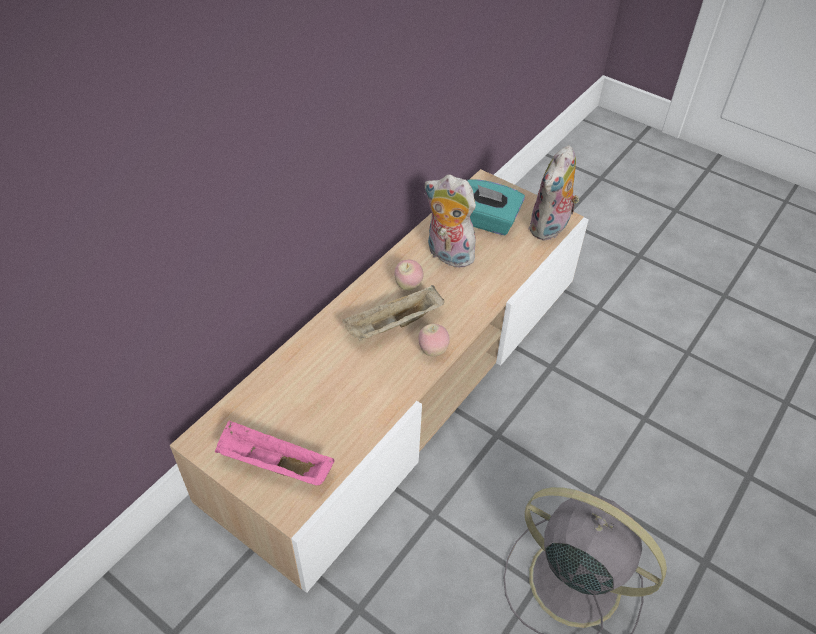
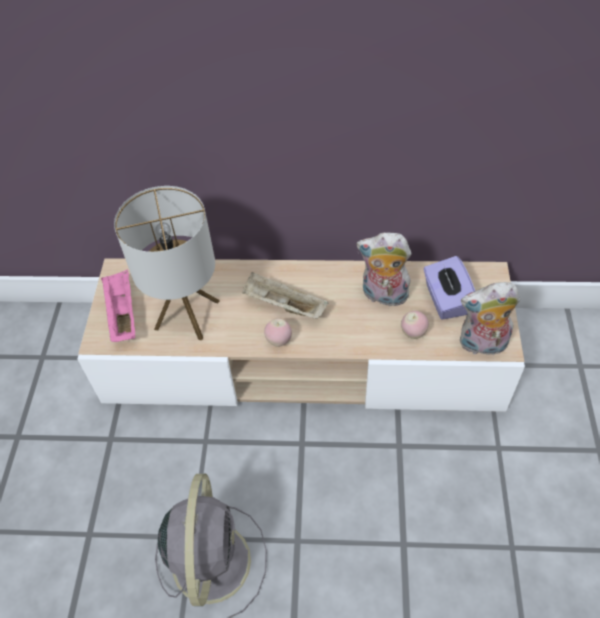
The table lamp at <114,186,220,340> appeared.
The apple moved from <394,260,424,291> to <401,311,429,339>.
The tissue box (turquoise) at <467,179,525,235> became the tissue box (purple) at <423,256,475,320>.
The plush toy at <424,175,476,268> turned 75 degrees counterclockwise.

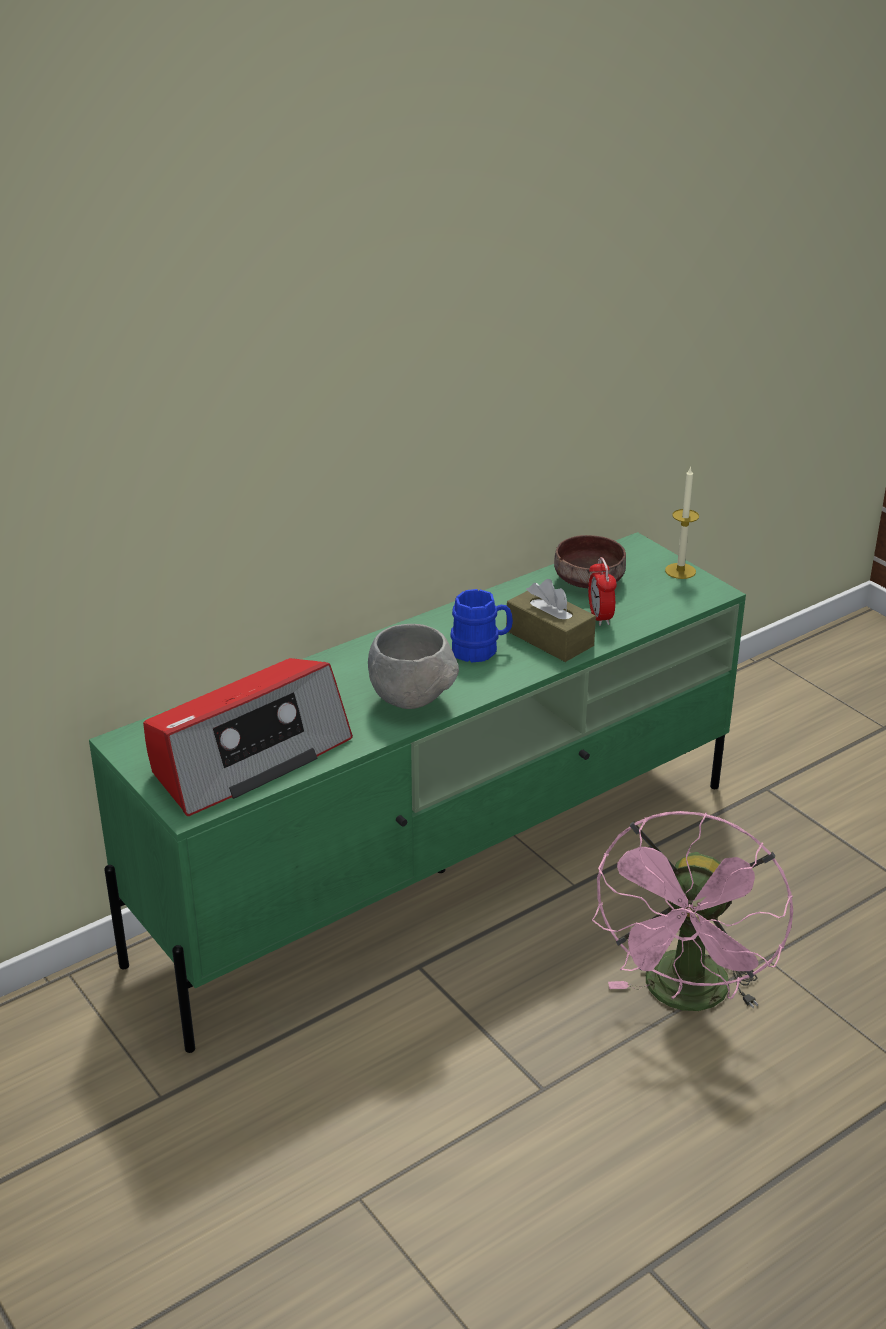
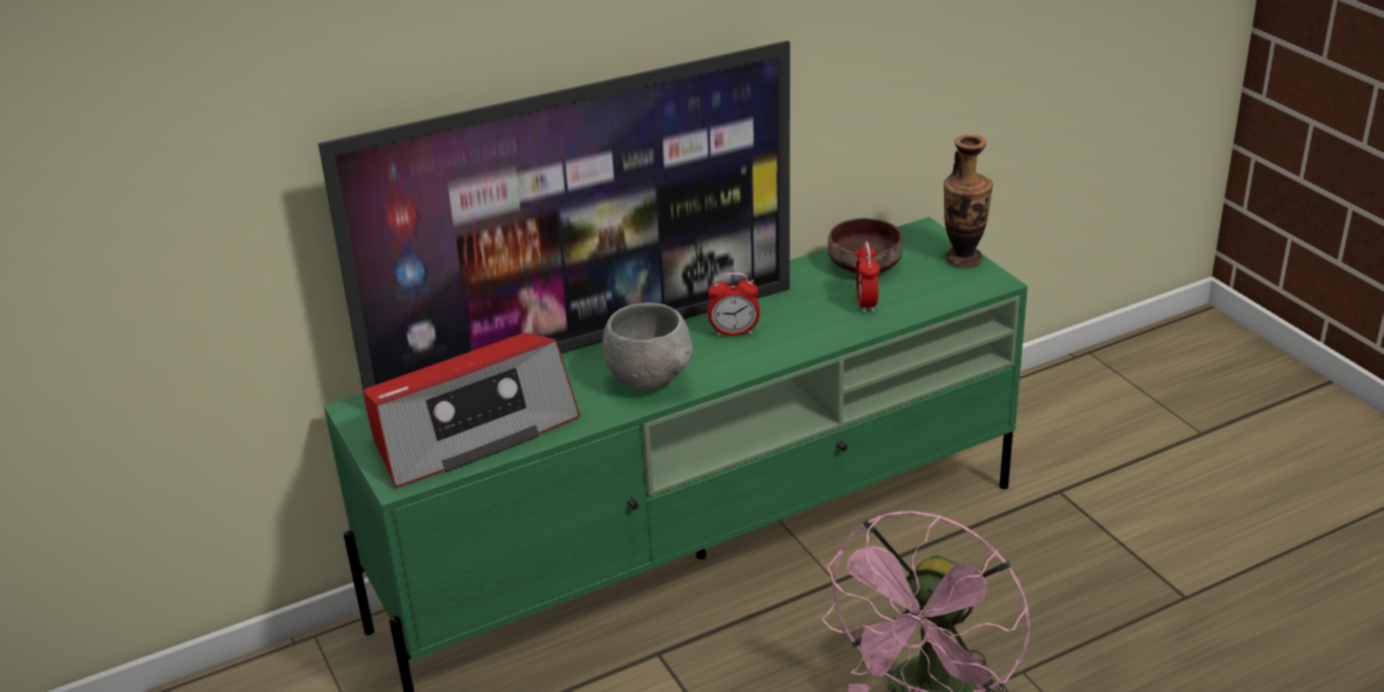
The tissue box (brown) at <506,579,596,662> disappeared.
The television at <318,40,790,400> appeared.
The mug (blue) at <450,589,513,663> was replaced by the alarm clock at <708,273,760,336>.
The candle at <665,466,699,579> was replaced by the vase at <944,135,993,267>.

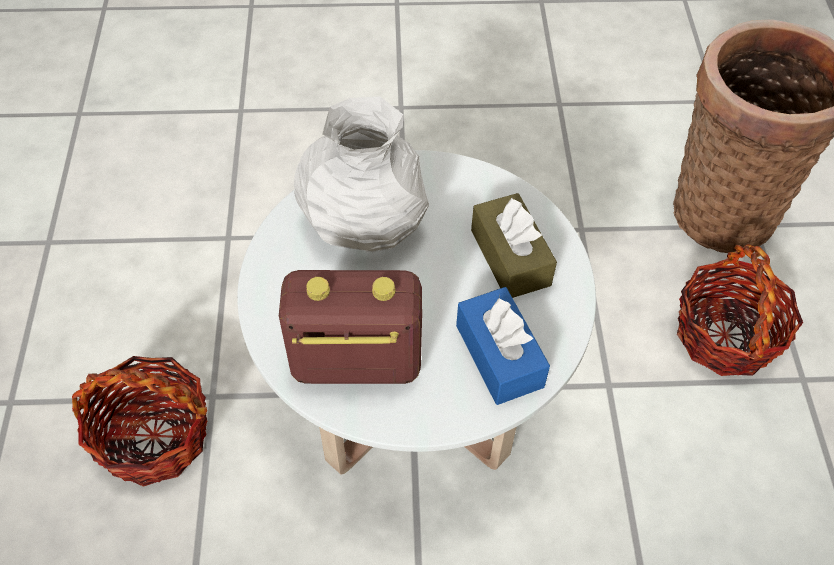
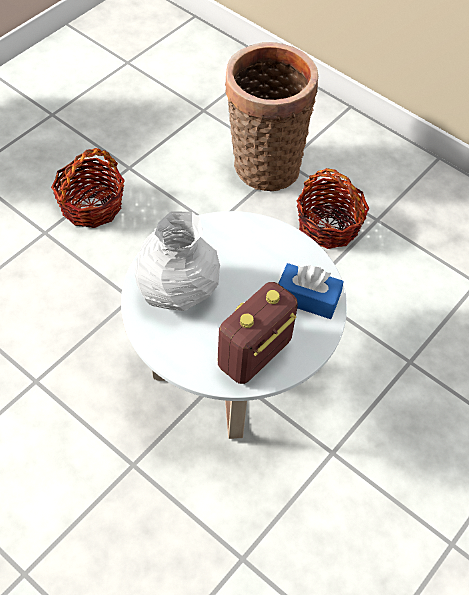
The tissue box (brown) at <471,193,557,298> disappeared.
The basket moved from <72,356,207,487> to <51,148,125,228>.

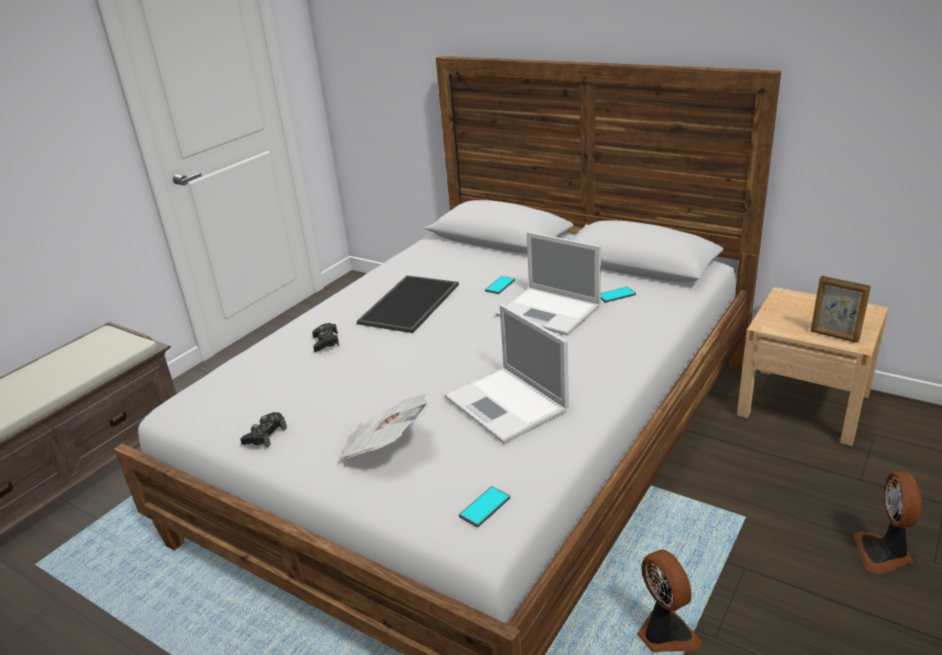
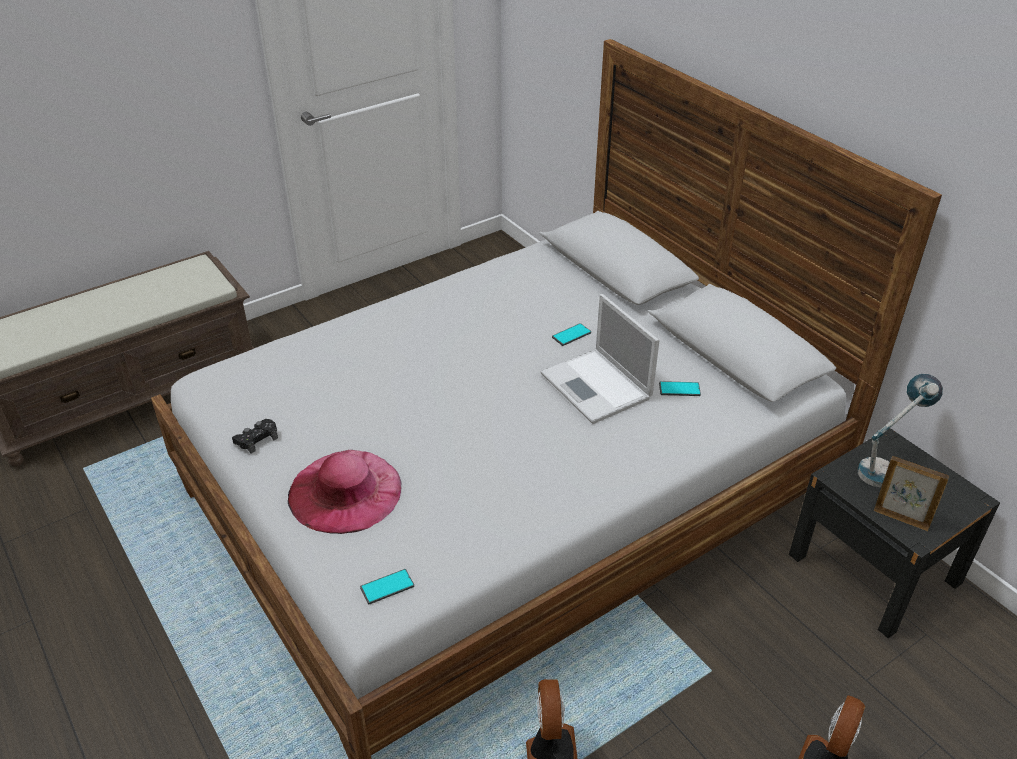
The game controller (black) at <312,323,340,352> disappeared.
The tray at <357,275,459,333> disappeared.
The laptop at <444,304,569,444> disappeared.
The table lamp at <858,374,943,488> appeared.
The newspaper at <339,394,428,459> was replaced by the hat (pink) at <288,450,401,534>.
The nightstand (beige) at <737,287,888,446> became the nightstand (black) at <789,428,1000,638>.
The picture frame at <811,276,871,343> turned 150 degrees clockwise.

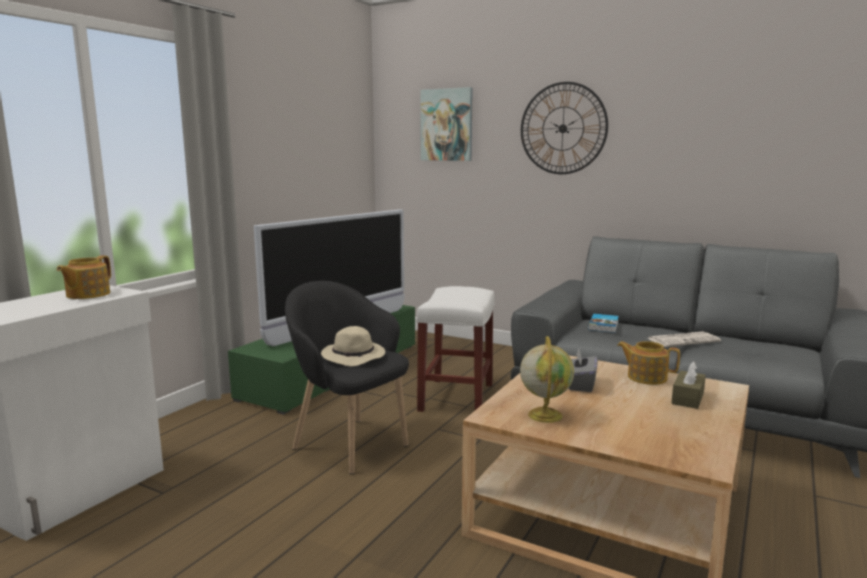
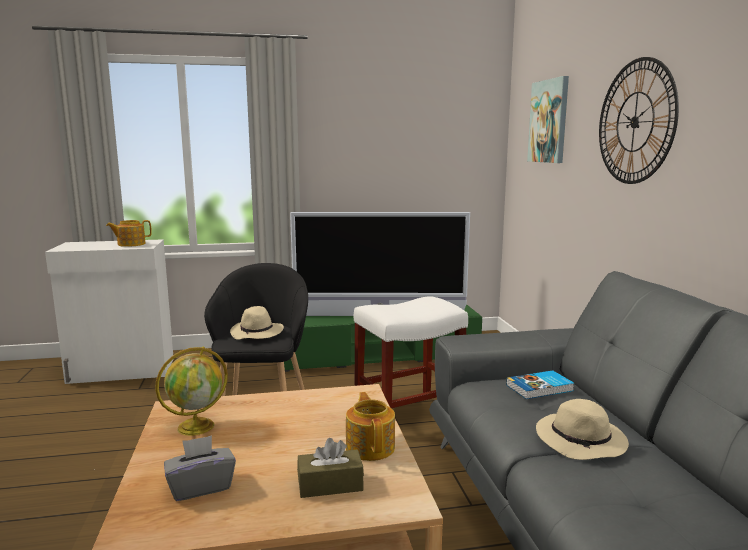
The tissue box (grey) moved from <569,349,598,392> to <164,435,236,501>.
The newspaper at <647,331,721,347> was replaced by the hat (beige) at <536,399,629,460>.

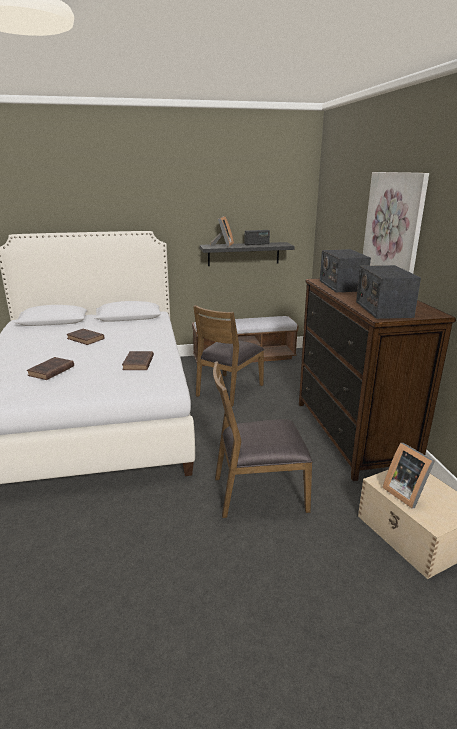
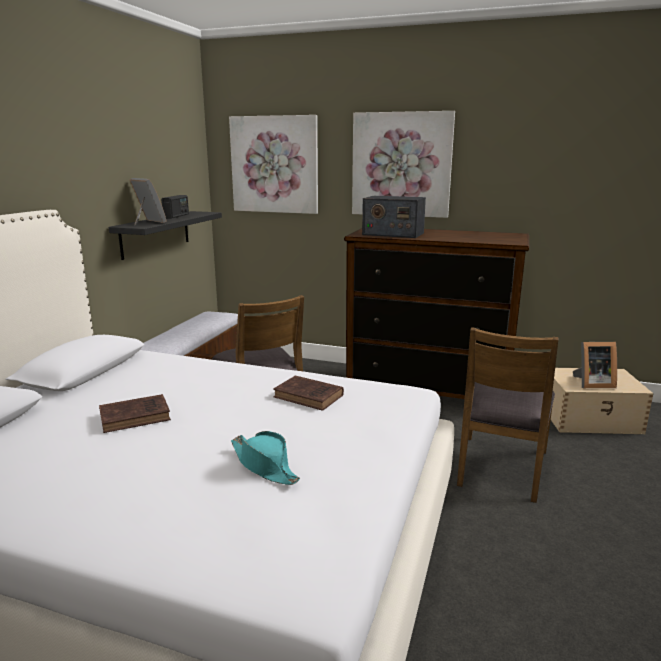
The radio at <356,265,421,319> disappeared.
The picture at <229,115,318,214> appeared.
The book (brown) at <27,357,74,380> was replaced by the hat (turquoise) at <231,431,300,485>.

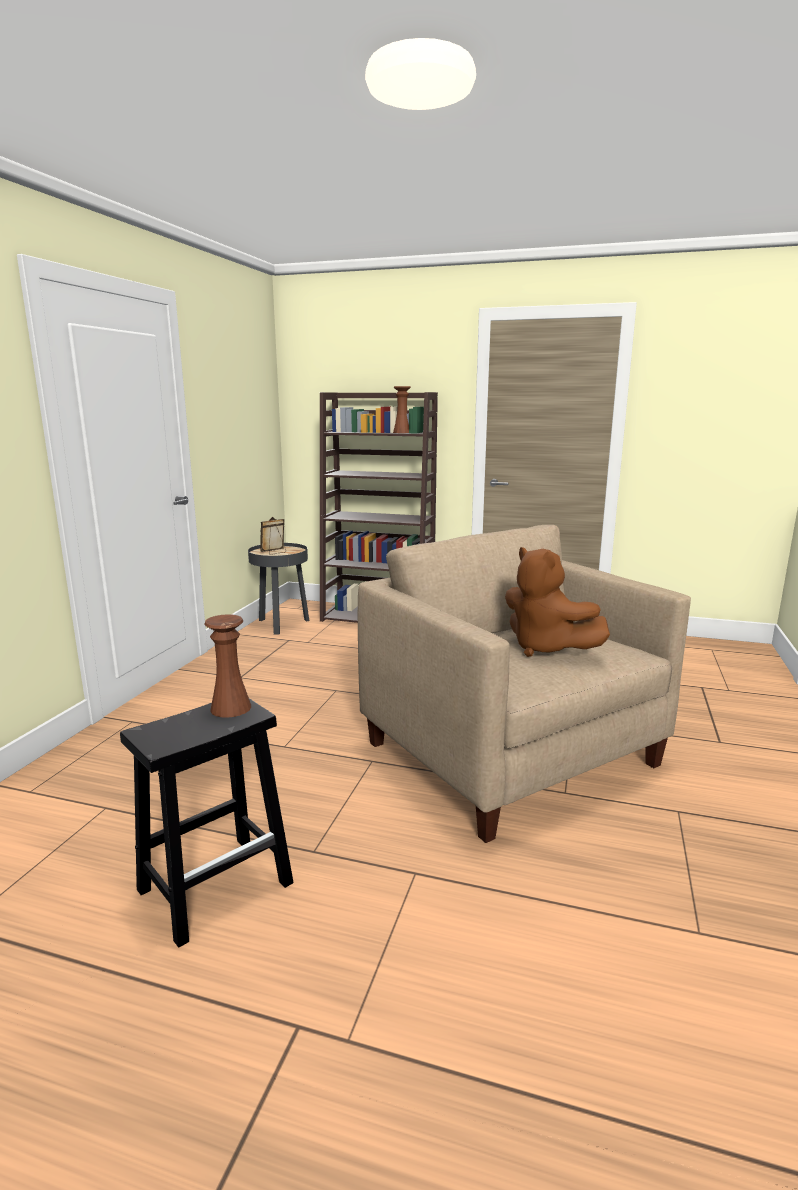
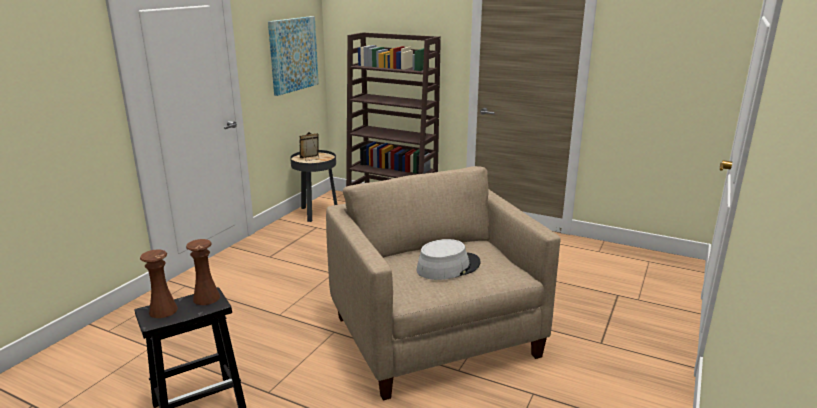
The picture at <268,16,319,96> appeared.
The vase (brown) moved from <393,386,411,433> to <140,250,178,318>.
The plush toy (brown) at <505,547,610,657> was replaced by the hat (grey) at <416,239,480,280>.

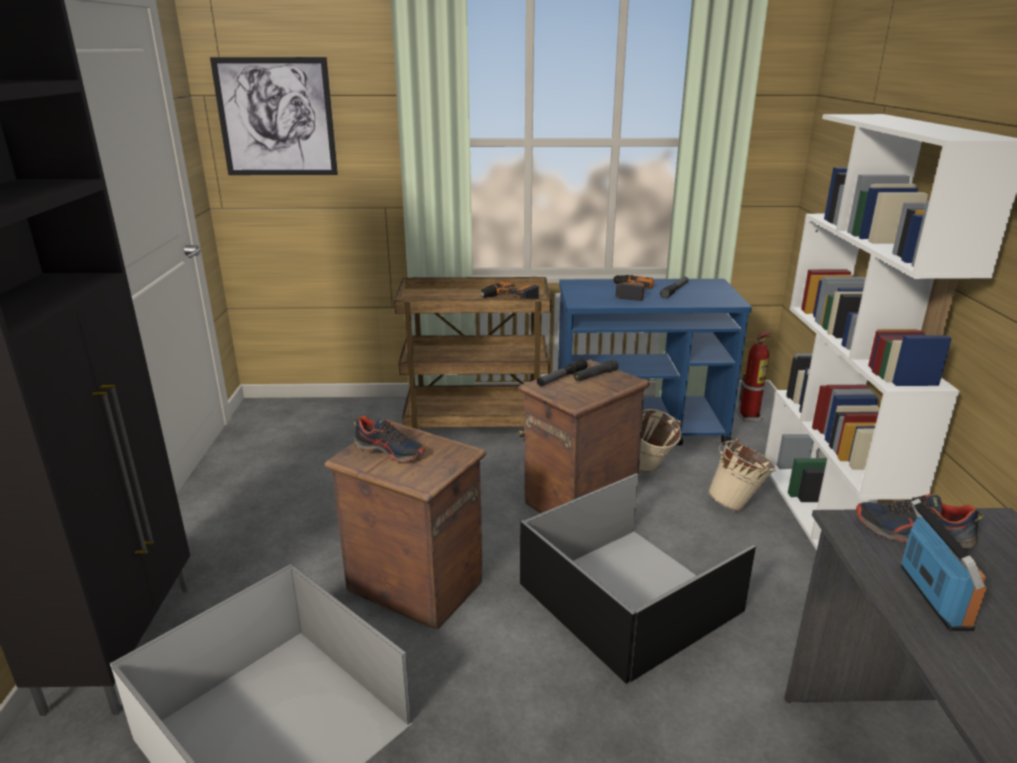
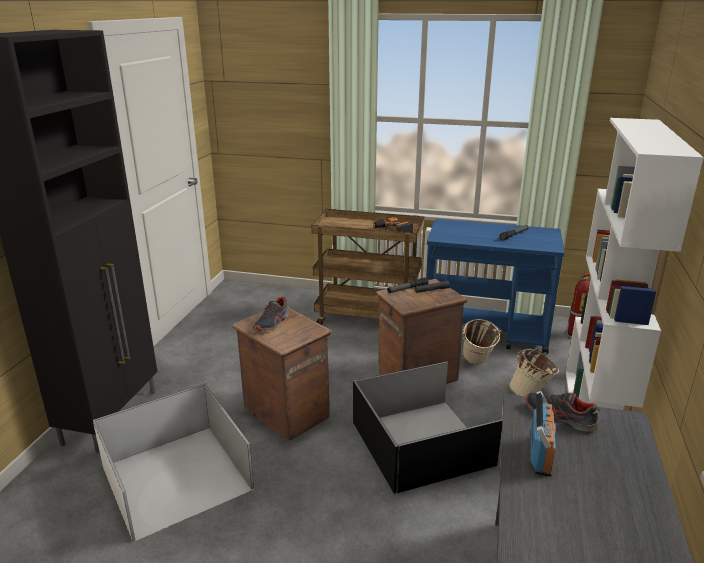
The picture at <210,57,338,175> disappeared.
The power drill at <612,275,654,301> disappeared.
The shoe at <354,416,426,462> turned 75 degrees clockwise.

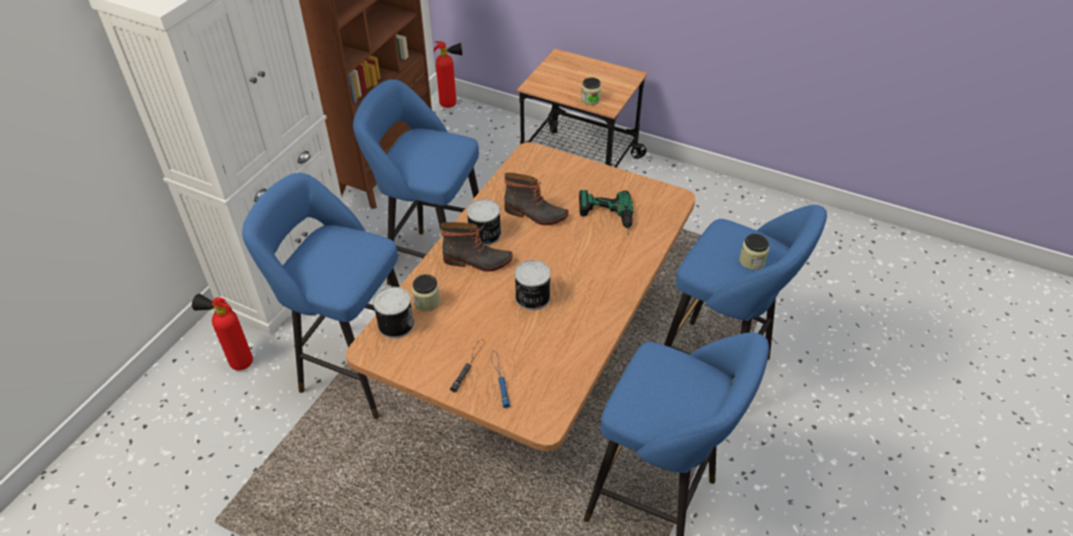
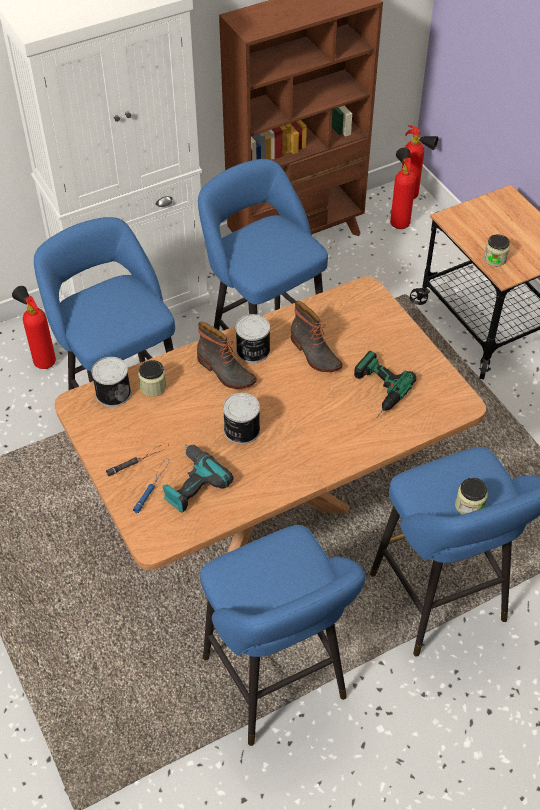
The power drill at <163,444,233,512> appeared.
The fire extinguisher at <390,148,416,229> appeared.

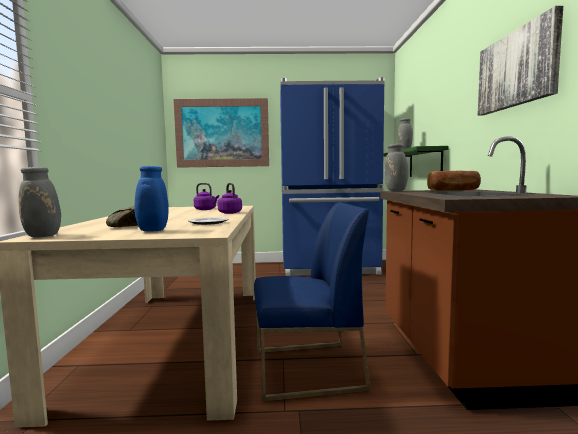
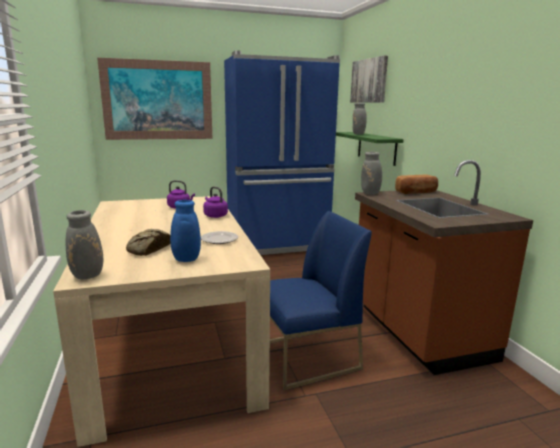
The picture moved from <478,6,563,116> to <350,55,388,103>.

